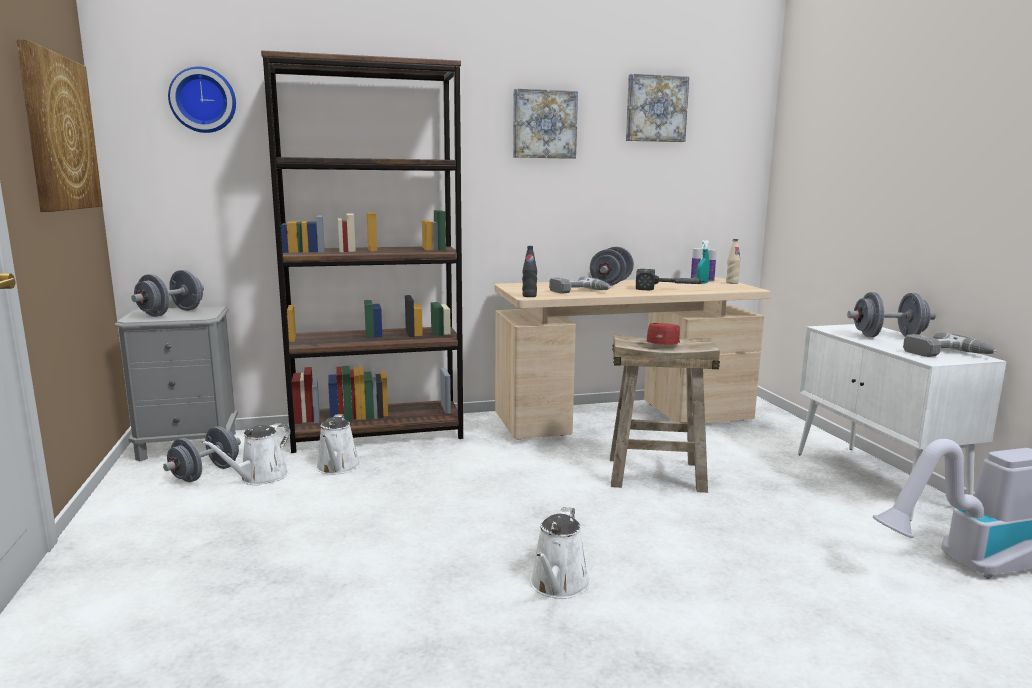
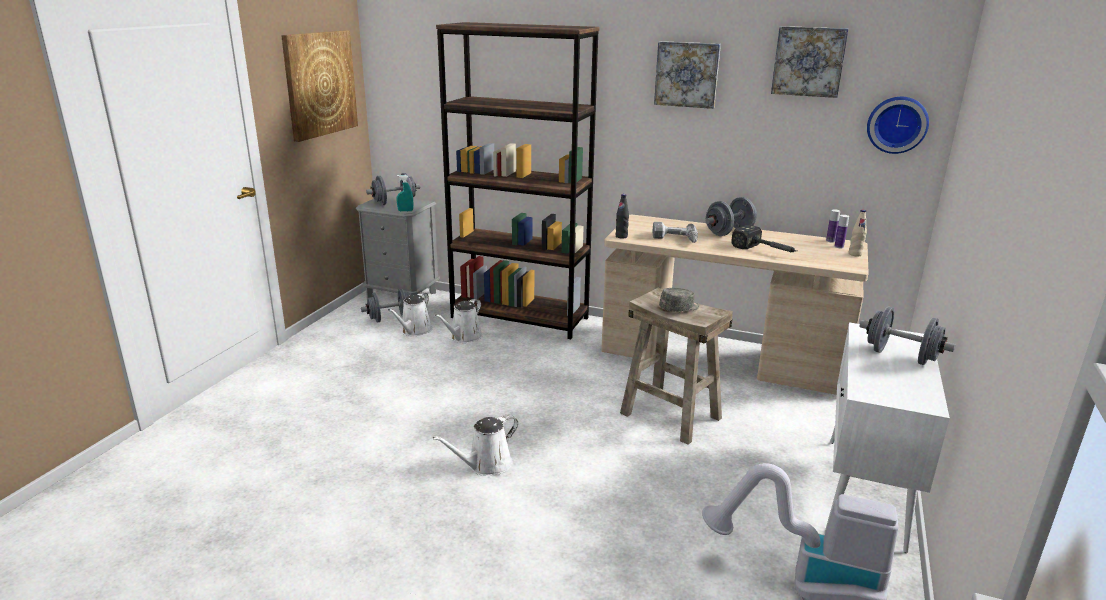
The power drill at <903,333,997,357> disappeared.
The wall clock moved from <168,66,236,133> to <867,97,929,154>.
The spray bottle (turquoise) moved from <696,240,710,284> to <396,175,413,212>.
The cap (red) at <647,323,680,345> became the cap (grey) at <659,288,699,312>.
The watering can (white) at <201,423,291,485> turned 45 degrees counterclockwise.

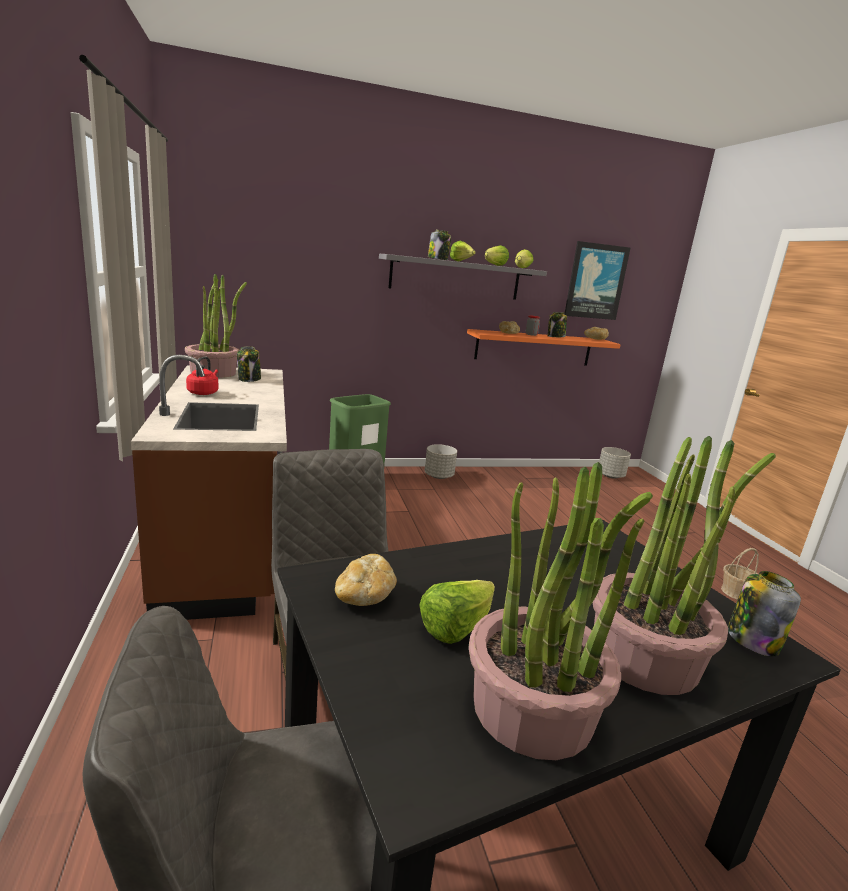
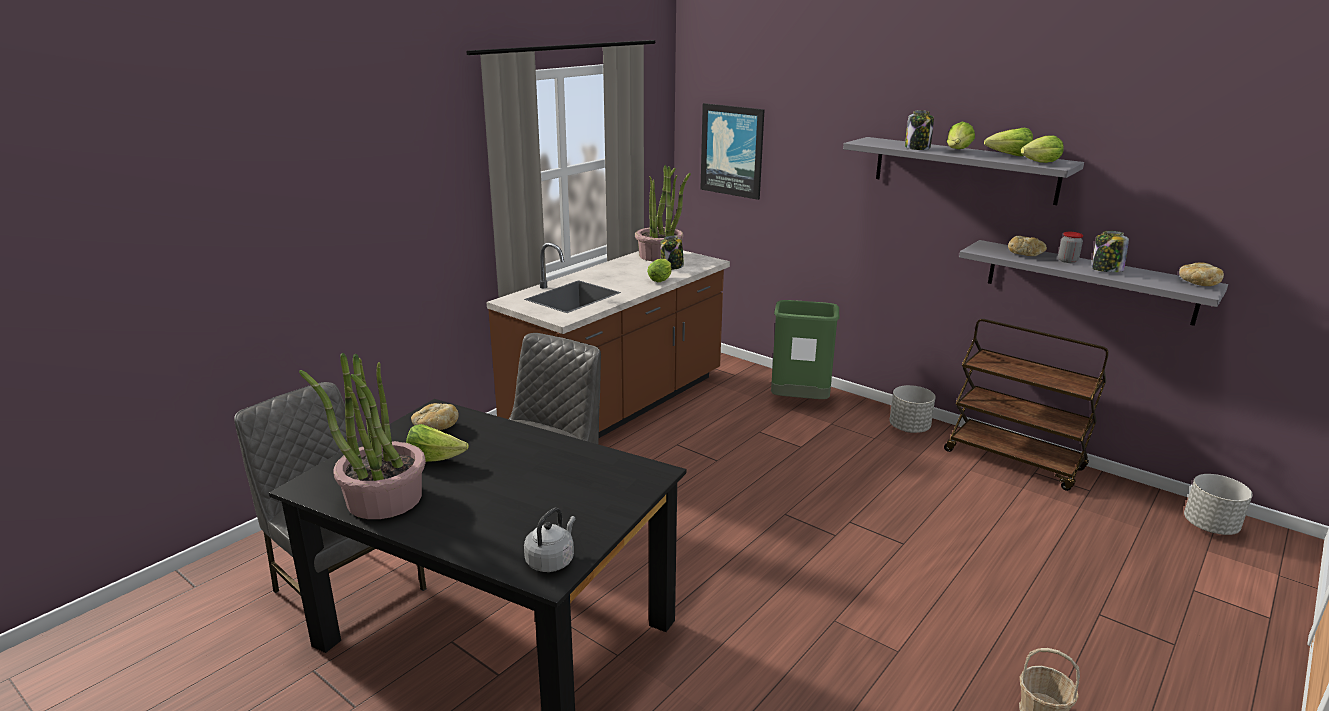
The kettle (red) at <186,357,218,395> disappeared.
The potted plant at <592,436,776,695> disappeared.
The lettuce at <647,259,672,283> appeared.
The cart (brown) at <944,319,1109,491> appeared.
The picture moved from <564,241,630,320> to <700,103,765,200>.
The jar at <728,571,801,656> was replaced by the kettle (grey) at <524,508,576,572>.
The shelf (orange) at <467,329,621,366> became the shelf (grey) at <959,240,1228,326>.

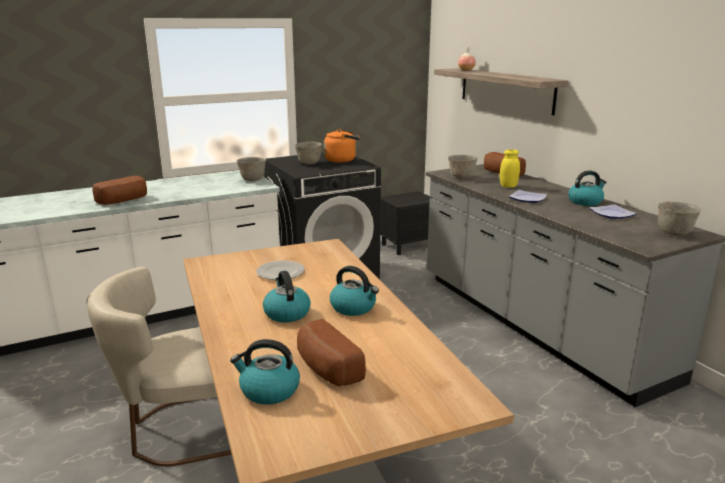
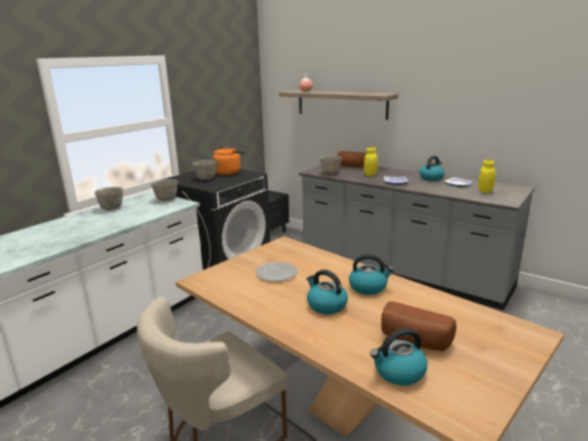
The bread at <92,176,147,205> disappeared.
The jar (yellow) at <478,160,495,193> appeared.
The bowl (grey) moved from <658,201,701,236> to <95,187,123,211>.

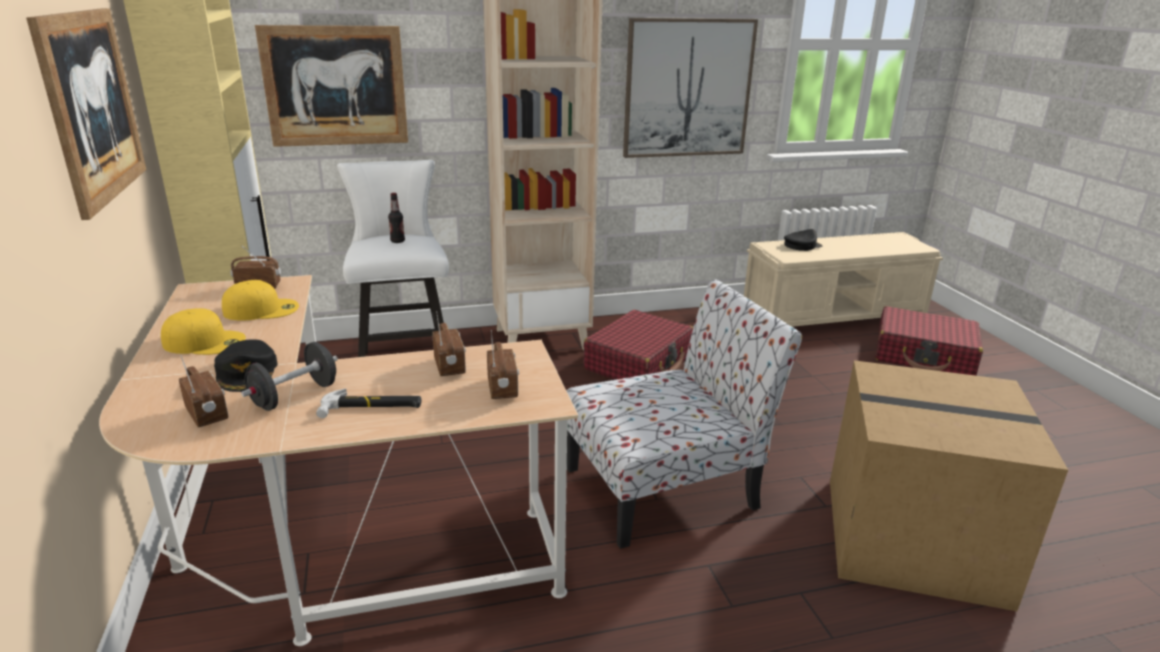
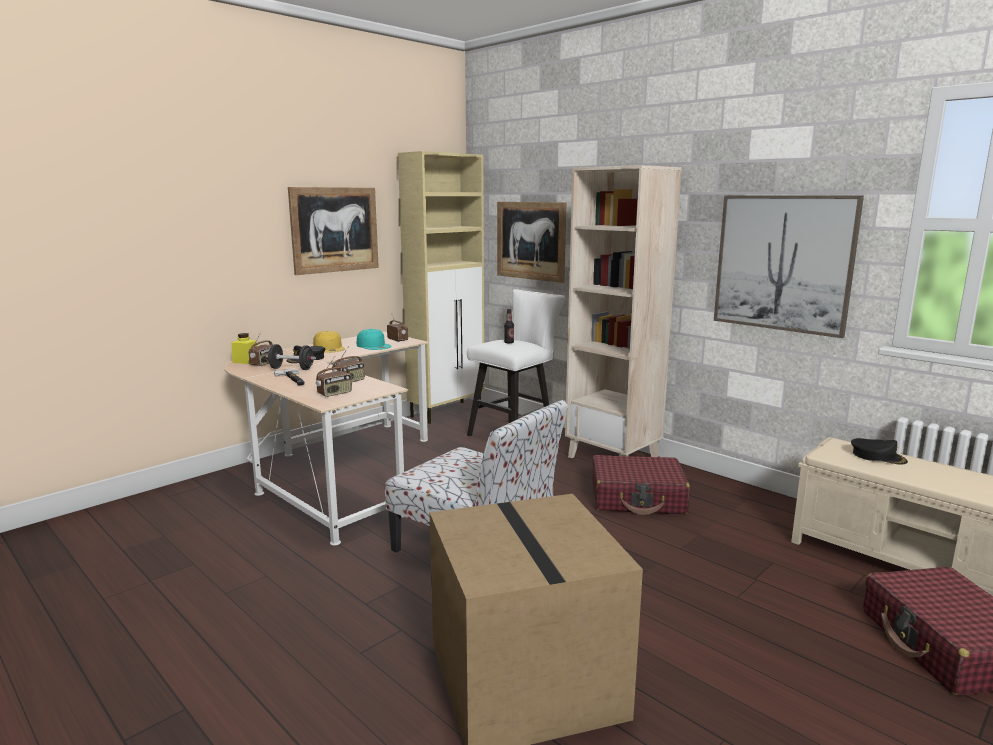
The jar (yellow) at <231,333,257,364> appeared.
The cap (yellow) at <222,280,299,321> became the cap (turquoise) at <357,329,392,350>.

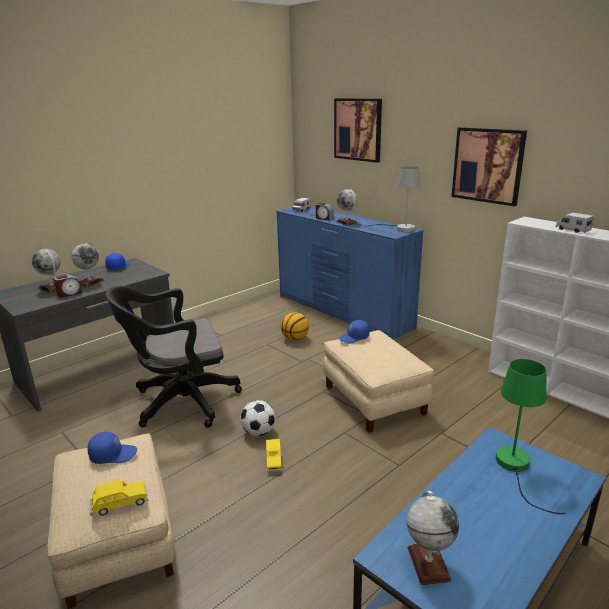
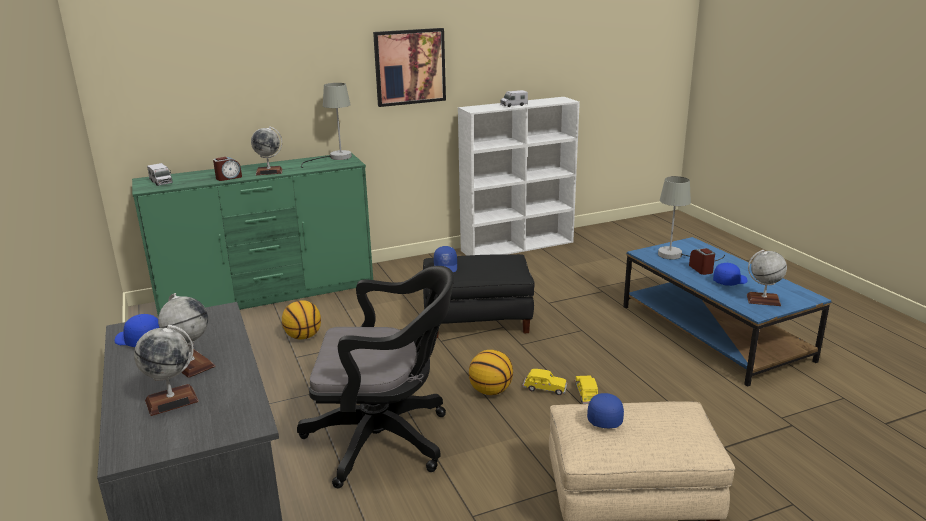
The picture at <334,98,382,163> disappeared.
The cap (blue) at <713,263,748,286> appeared.
The alarm clock moved from <54,275,82,298> to <689,248,715,275>.
The toy car (yellow) moved from <89,480,148,516> to <575,376,598,404>.
The football at <240,400,276,436> was replaced by the basketball at <469,350,513,395>.
The dresser (blue) at <276,206,424,340> became the dresser (green) at <132,153,373,316>.
The ottoman (beige) at <323,330,434,433> became the ottoman (black) at <423,254,535,338>.
The table lamp (green) at <496,359,566,514> became the table lamp (grey) at <658,176,725,261>.
The office chair (black) at <106,286,242,428> turned 90 degrees counterclockwise.

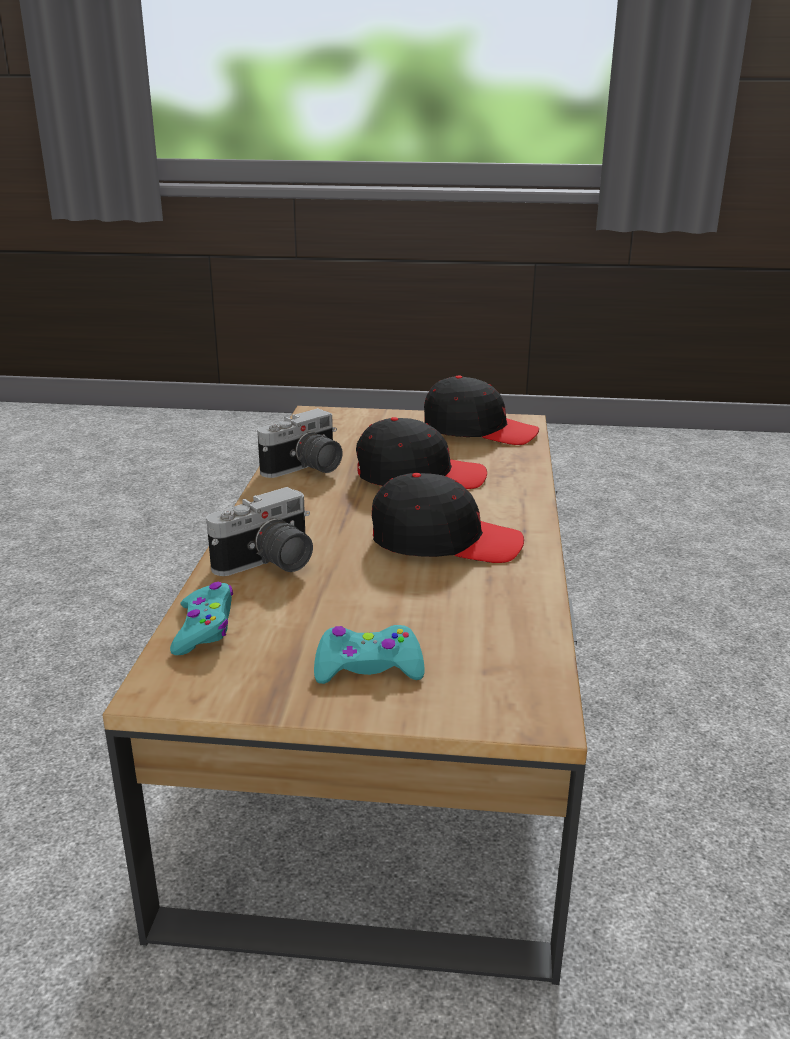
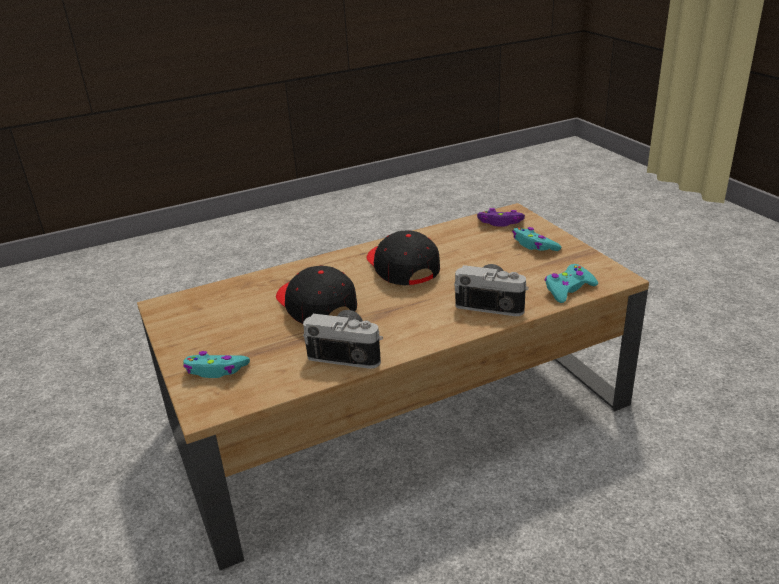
The cap (black) at <424,375,539,445> disappeared.
The game controller (turquoise) at <183,351,250,378> appeared.
The game controller (purple) at <477,208,525,227> appeared.

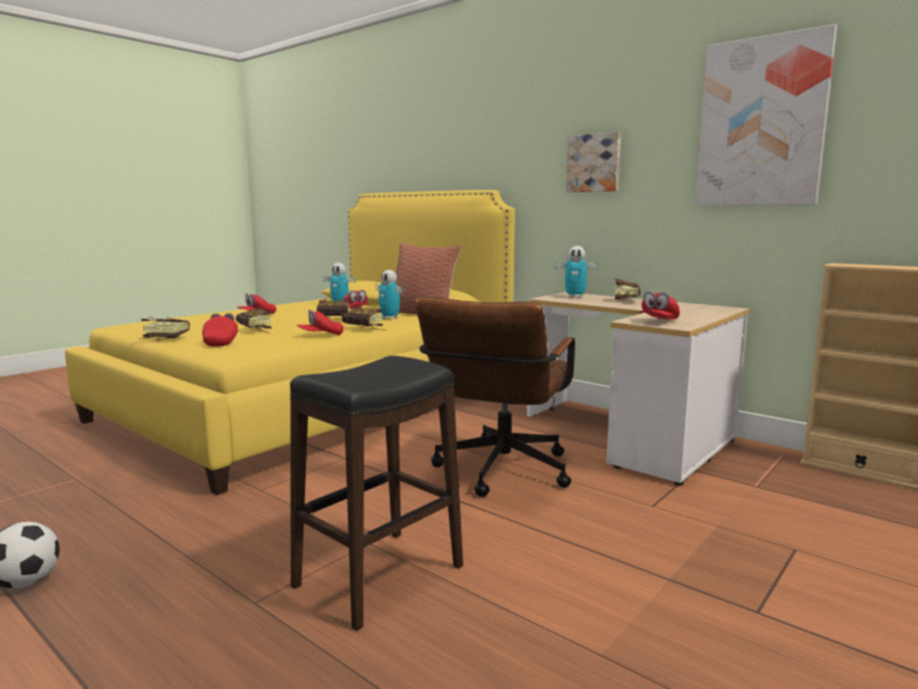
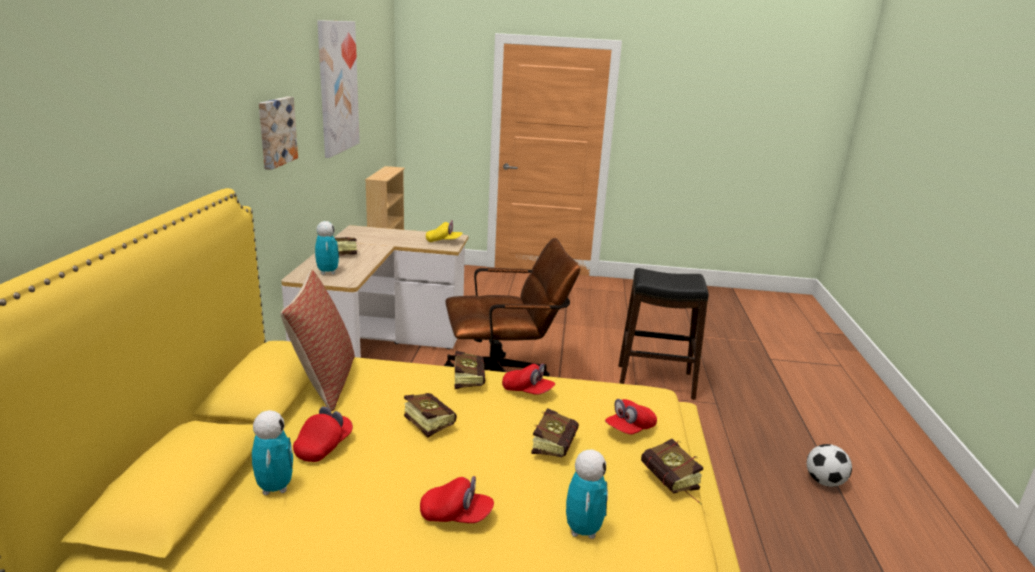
The toy robot moved from <375,270,404,320> to <566,449,608,539>.
The cap (red) at <638,291,680,319> became the cap (yellow) at <426,220,463,242>.

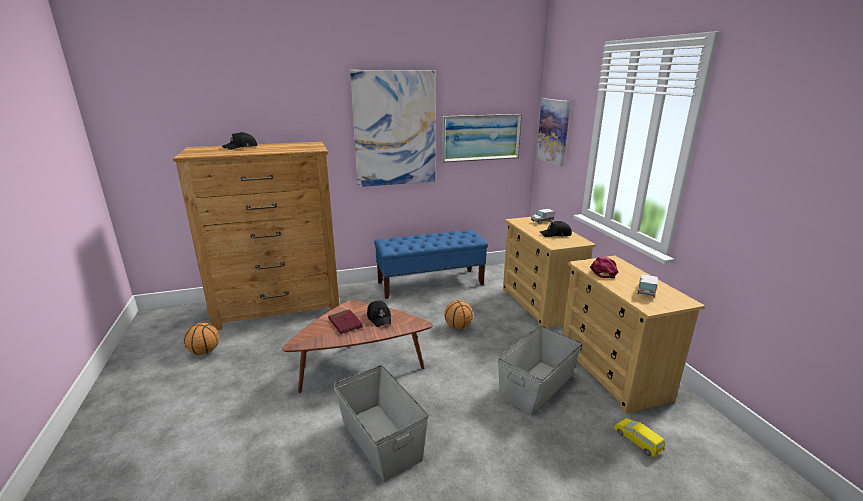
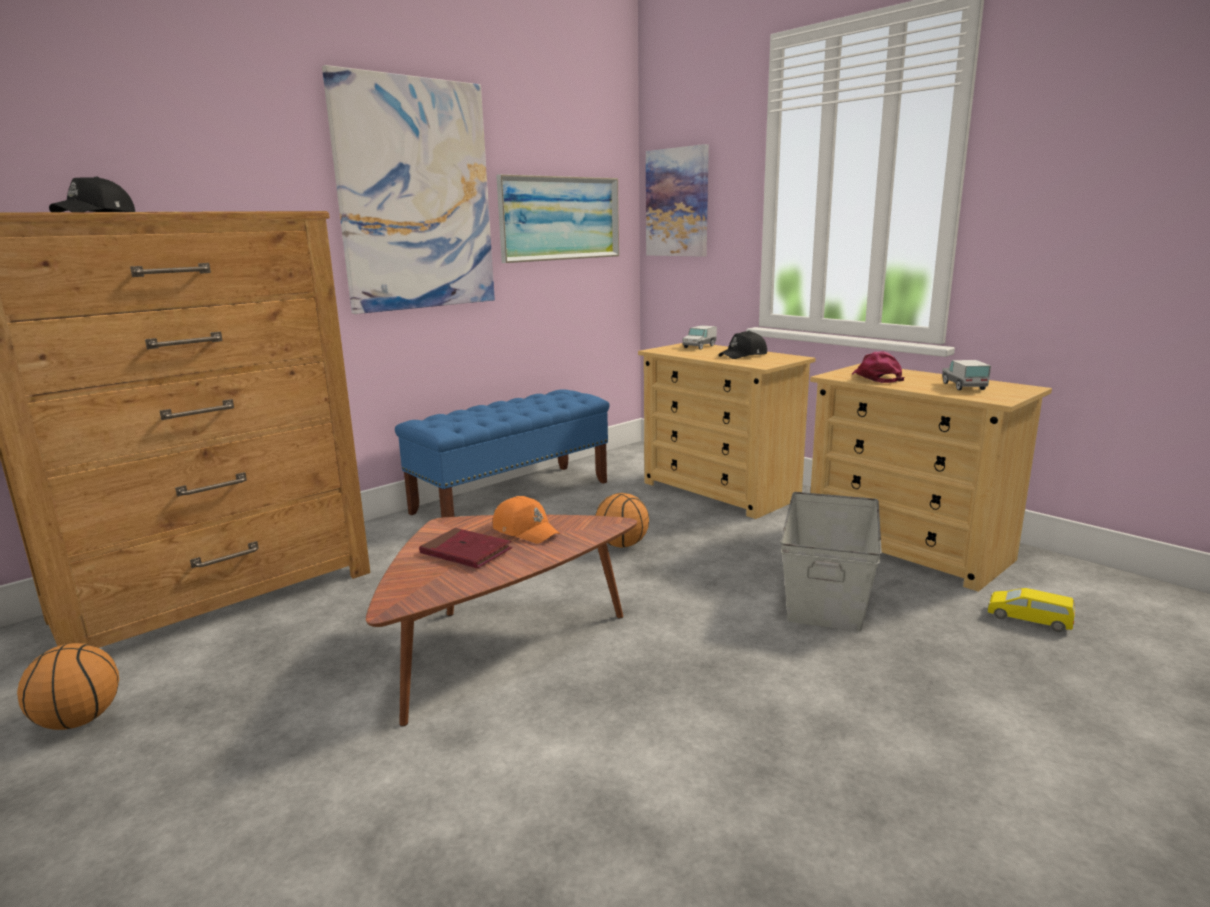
The storage box (grey) at <333,365,429,482> disappeared.
The cap (black) at <367,301,391,327> became the cap (orange) at <493,496,560,544>.

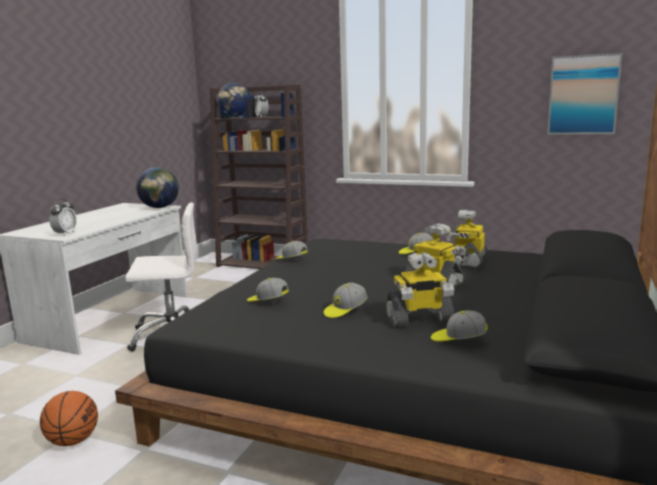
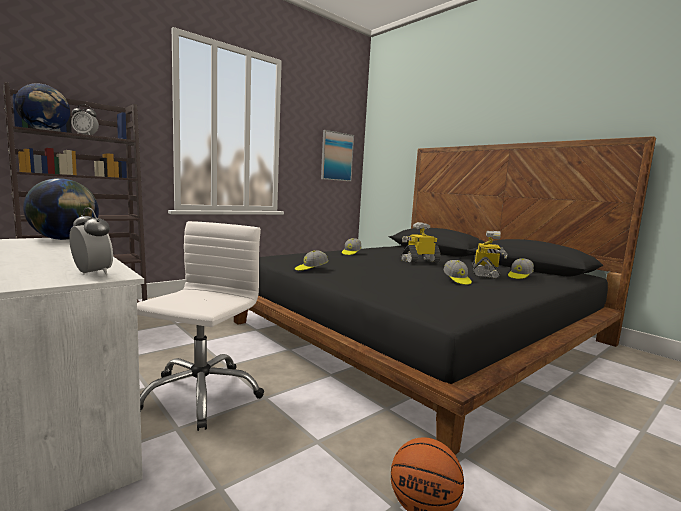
The cap at <247,278,289,302> disappeared.
The toy robot at <446,210,488,268> disappeared.

